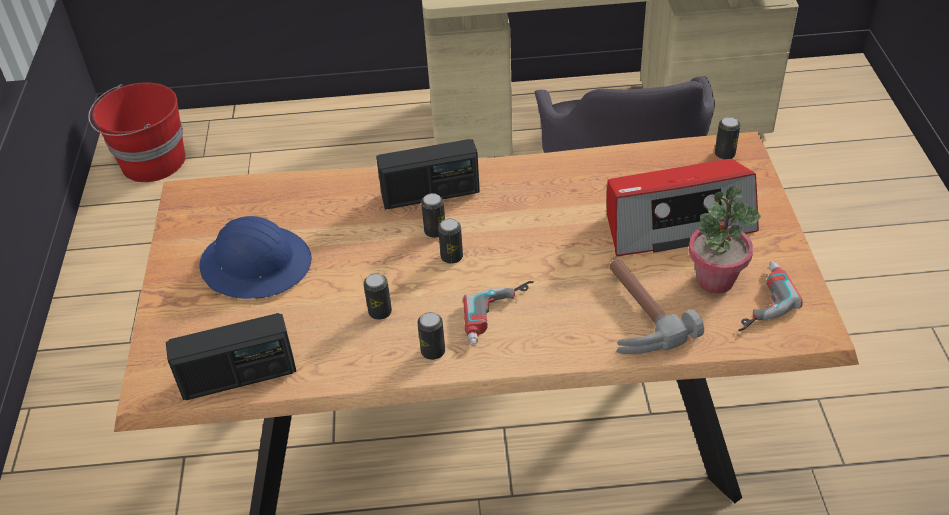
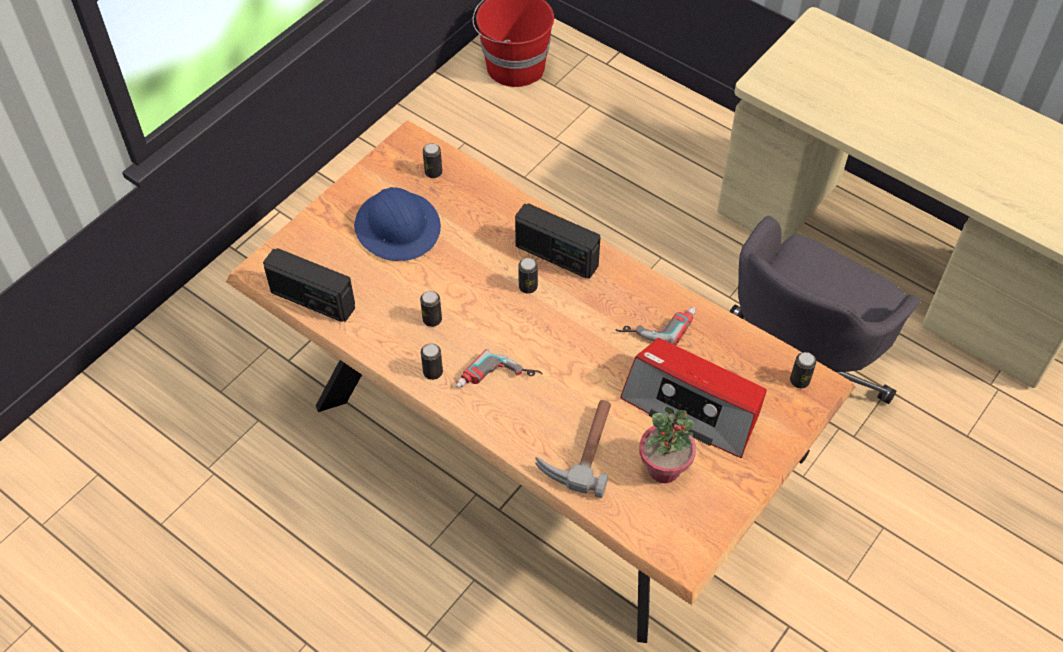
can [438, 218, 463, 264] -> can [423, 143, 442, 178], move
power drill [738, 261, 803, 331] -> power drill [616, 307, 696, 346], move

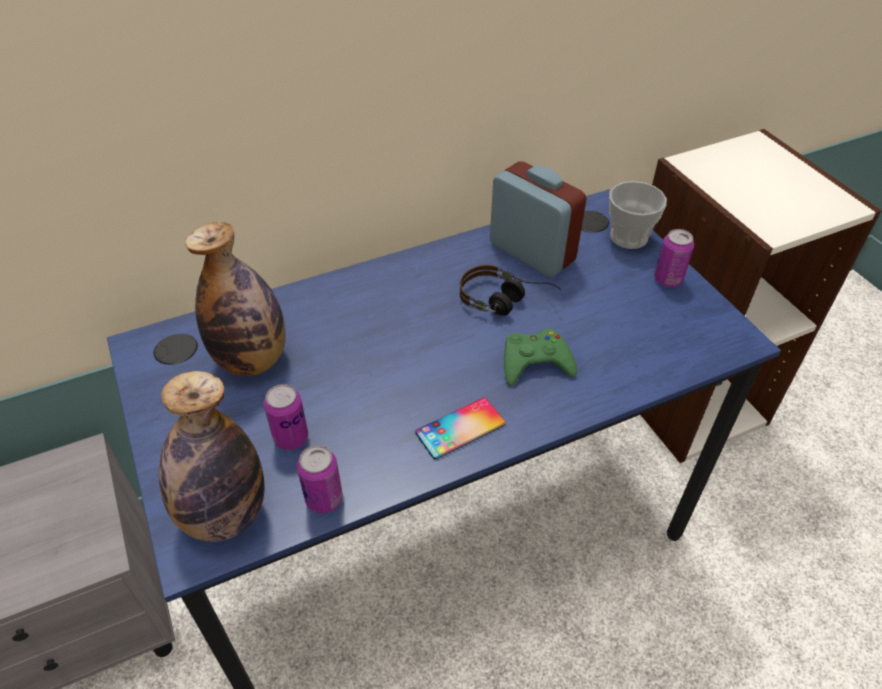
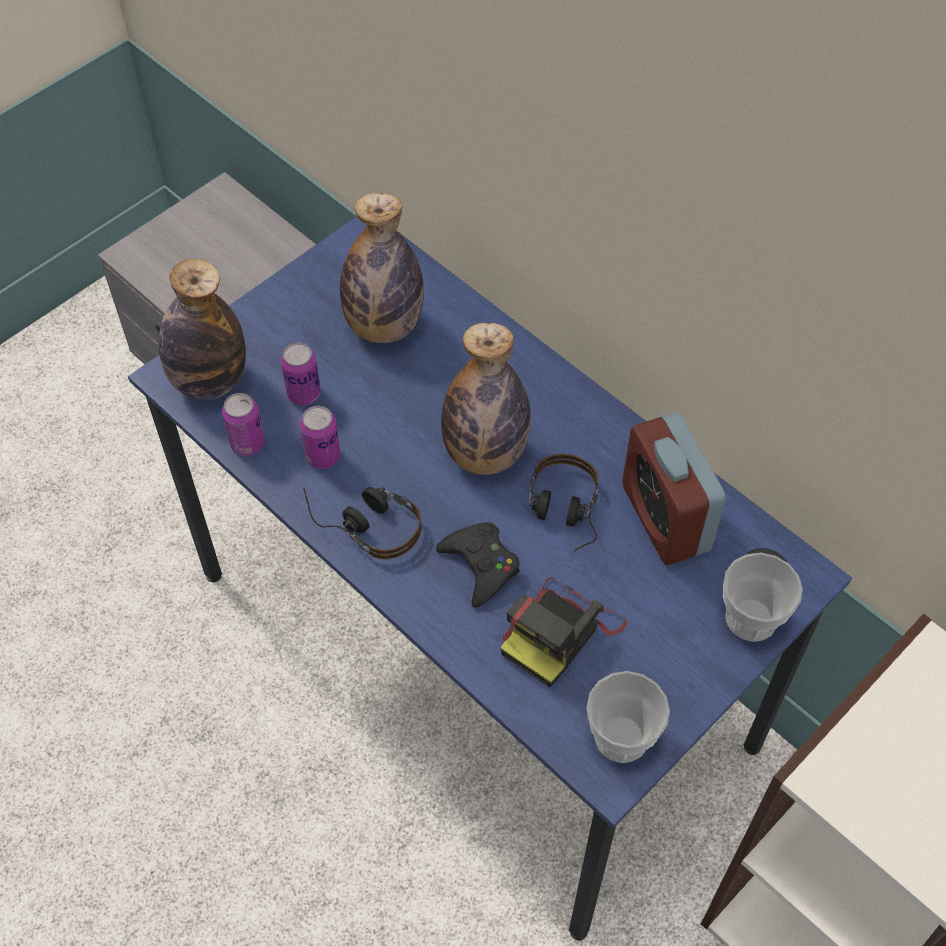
none -> bottle [441, 323, 531, 475]
none -> photo camera [500, 577, 627, 687]
none -> cup [586, 671, 670, 763]
can [654, 229, 694, 287] -> can [300, 406, 341, 469], move
phone [415, 398, 505, 459] -> headphones [303, 487, 421, 559]
green game controller [504, 329, 577, 386] -> black game controller [436, 522, 520, 608]
alarm clock [490, 162, 586, 277] -> alarm clock [622, 412, 726, 565], 135 degrees clockwise

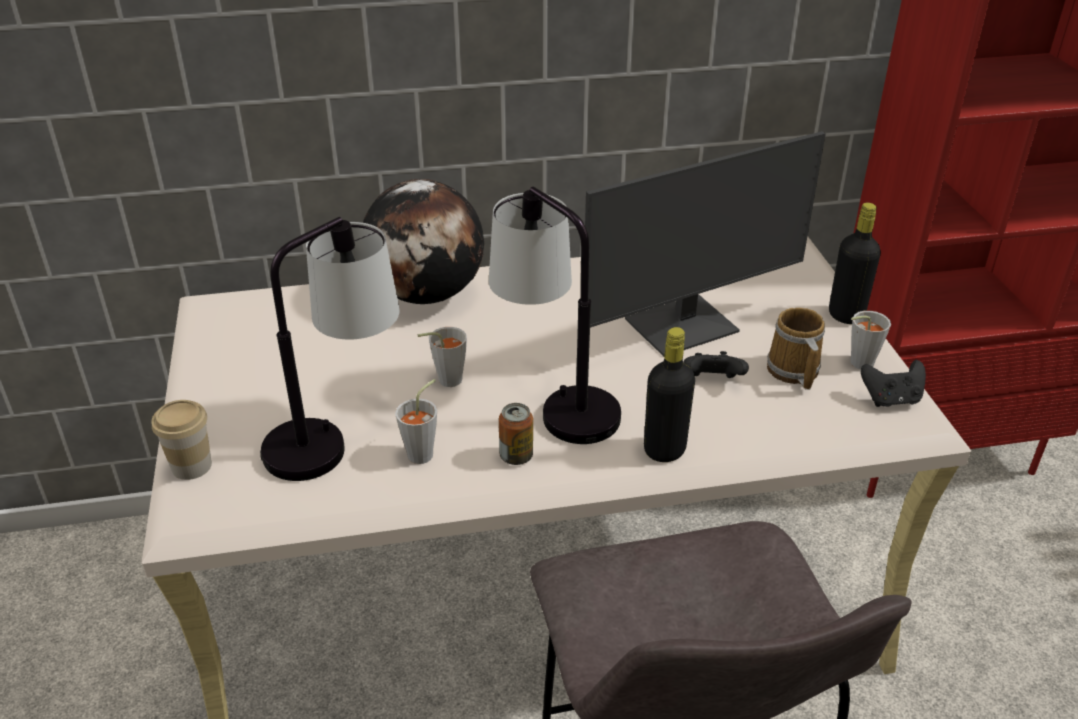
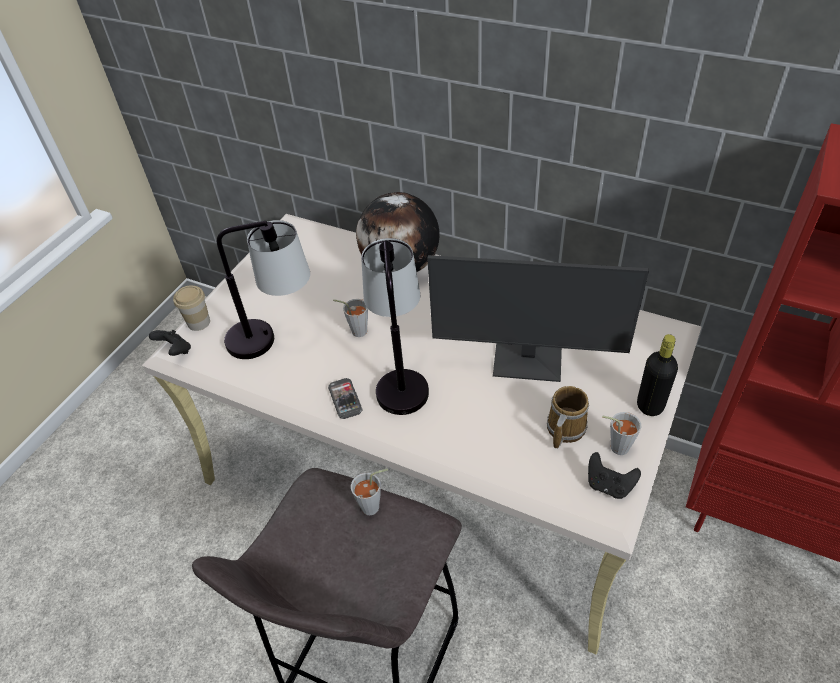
black bottle [644, 327, 695, 462] -> none
grey cup [395, 379, 437, 464] -> grey cup [351, 469, 388, 515], move
black game controller [684, 351, 749, 378] -> black game controller [149, 330, 191, 356], move
can [499, 403, 533, 465] -> phone [328, 378, 362, 419]

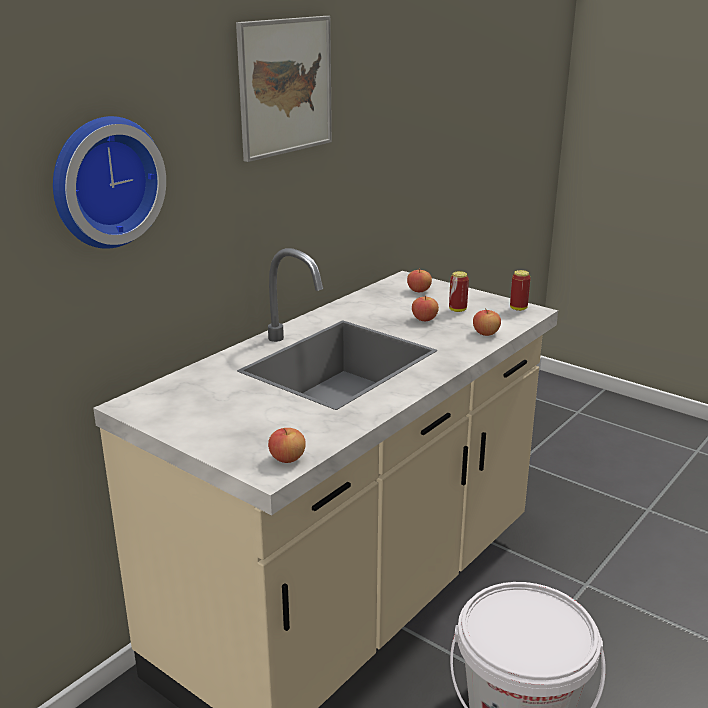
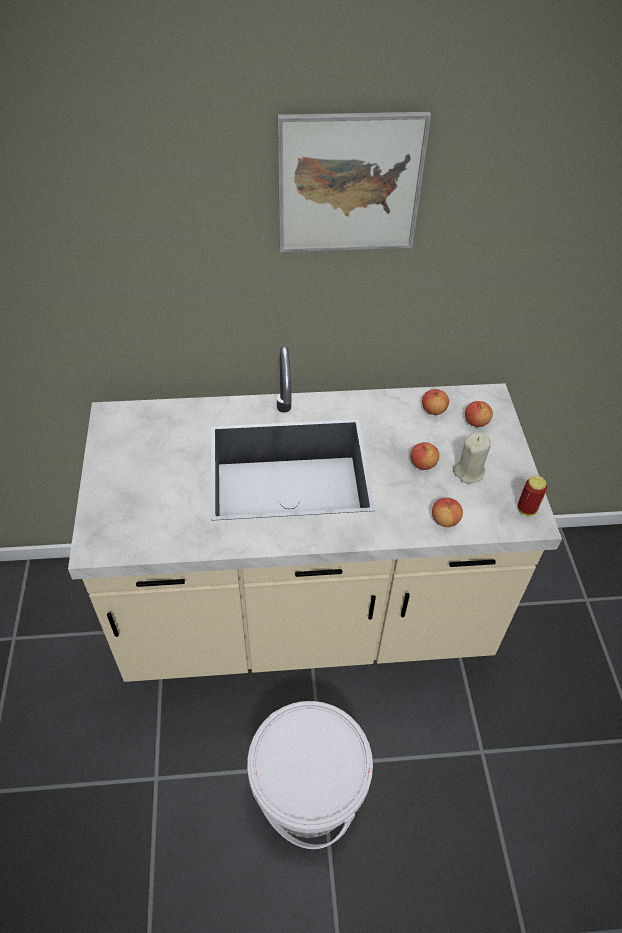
wall clock [53, 116, 166, 249] -> none
apple [268, 428, 306, 463] -> apple [422, 389, 449, 415], move
can [449, 271, 469, 312] -> beige candle [453, 432, 491, 483]

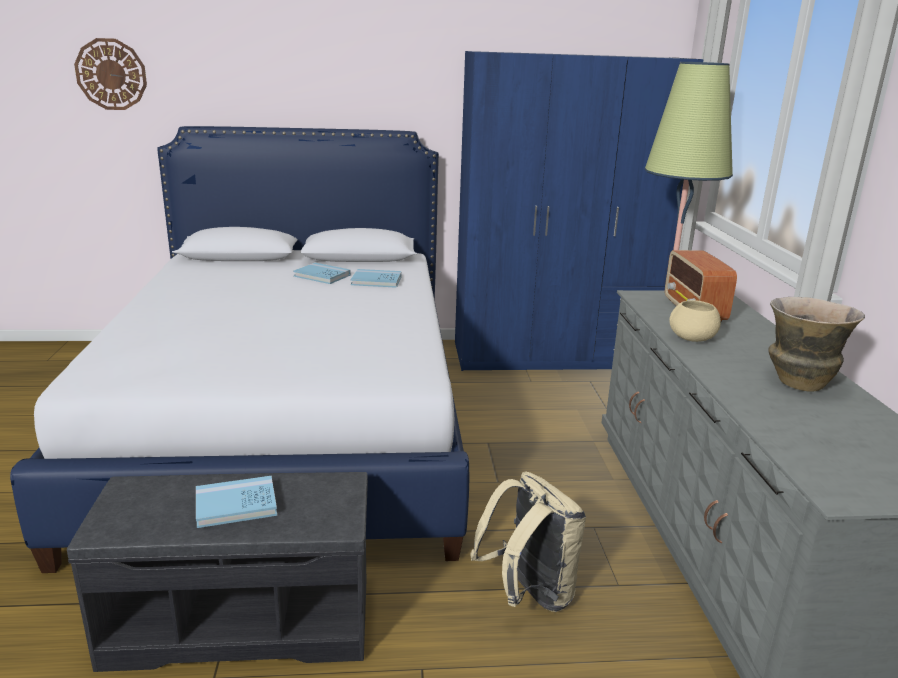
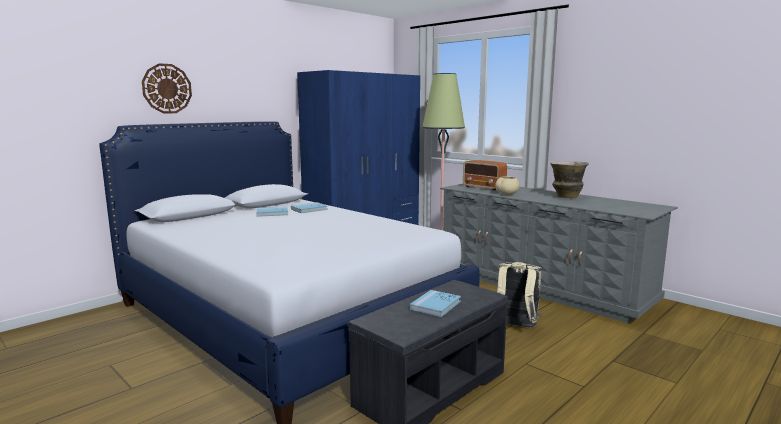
wall clock [74, 38, 147, 110] -> wall clock [142, 63, 192, 113], move

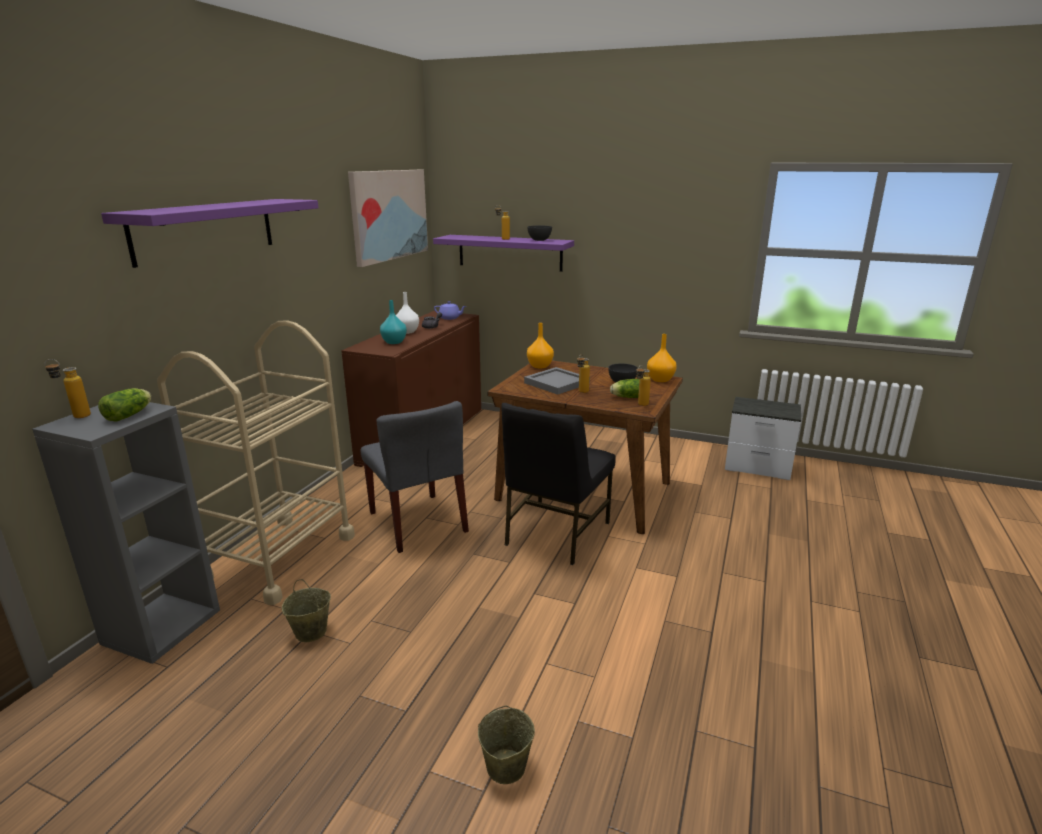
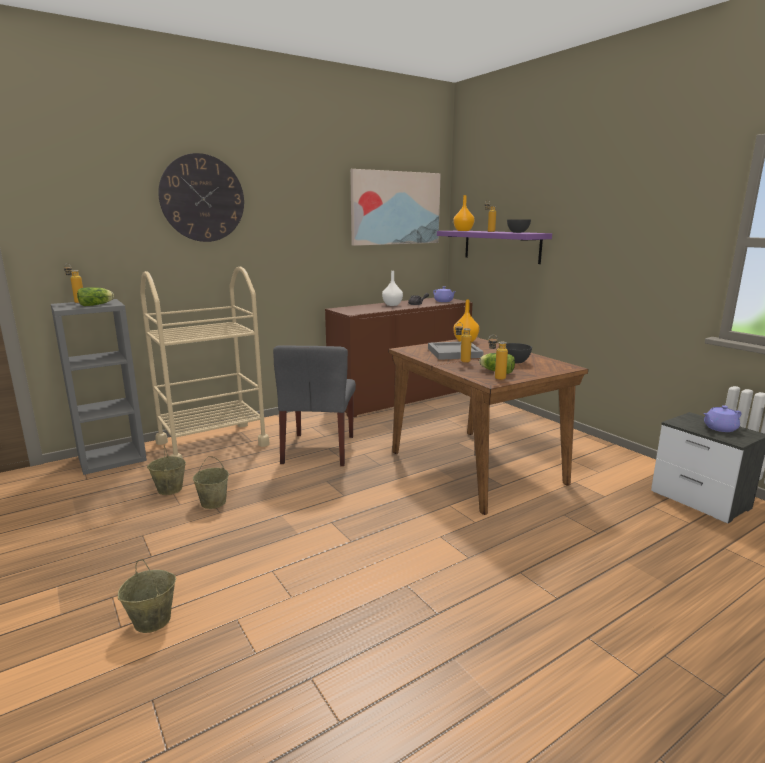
turquoise vase [380, 300, 407, 344] -> none
black chair [501, 403, 616, 565] -> none
none -> beige bucket [193, 456, 229, 509]
none -> purple teapot [703, 405, 742, 432]
orange vase [647, 334, 677, 382] -> orange vase [453, 195, 475, 231], move
purple shelf [101, 199, 318, 268] -> wall clock [158, 153, 244, 242]

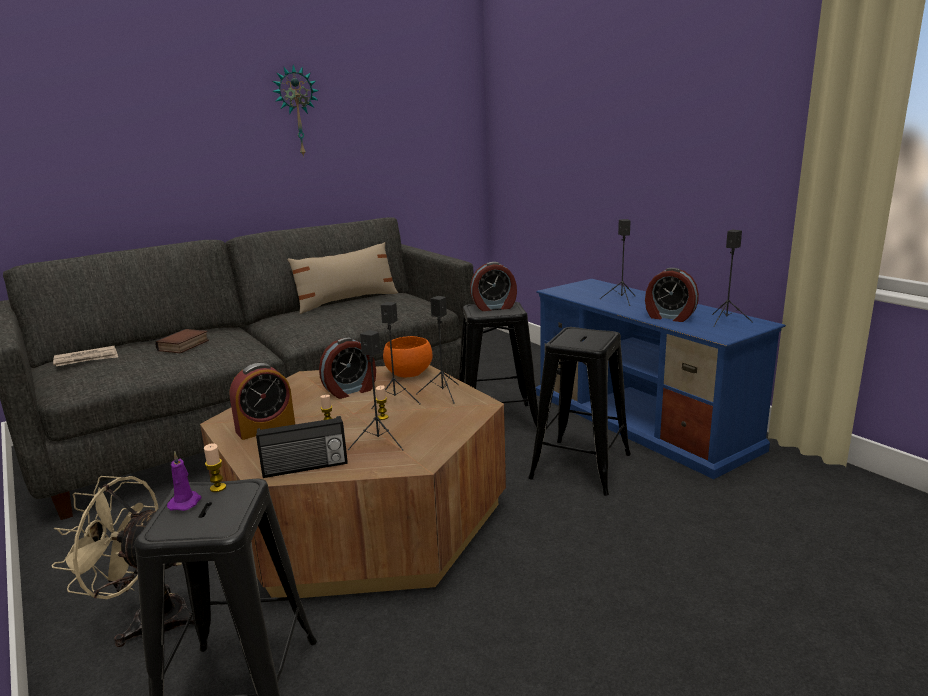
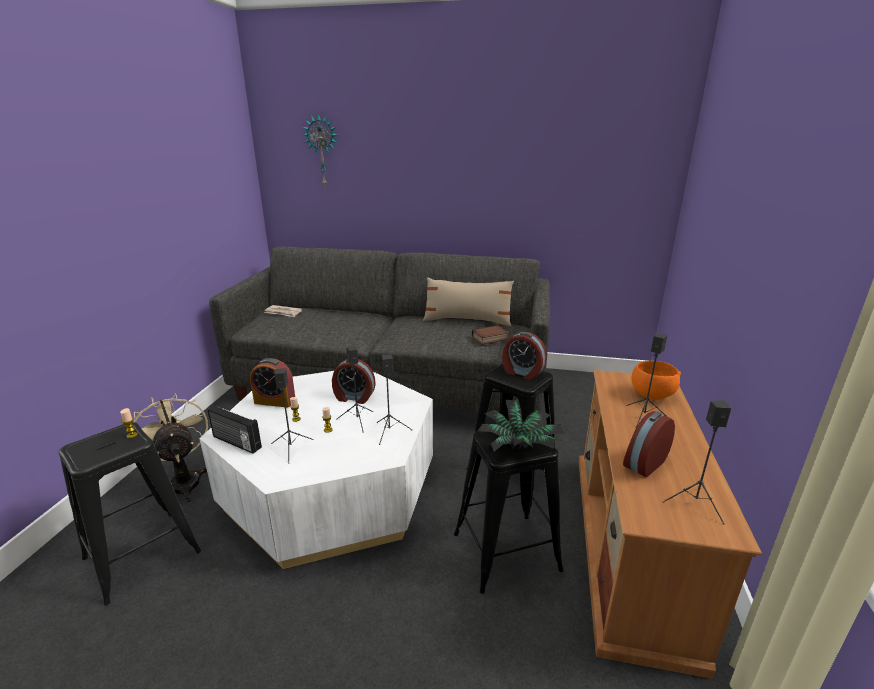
purple candle [167, 451, 201, 511] -> none
none -> potted plant [477, 399, 566, 452]
book [155, 329, 209, 354] -> book [472, 325, 509, 345], move
wall clock [272, 65, 319, 157] -> wall clock [303, 114, 337, 186], move
orange bowl [383, 336, 433, 377] -> orange bowl [632, 361, 681, 400], move
brown coffee table [200, 365, 506, 598] -> white coffee table [199, 371, 433, 569]
blue tv stand [536, 279, 786, 479] -> brown tv stand [579, 370, 763, 679]
alarm clock [645, 268, 699, 322] -> alarm clock [623, 411, 675, 477], 60 degrees clockwise

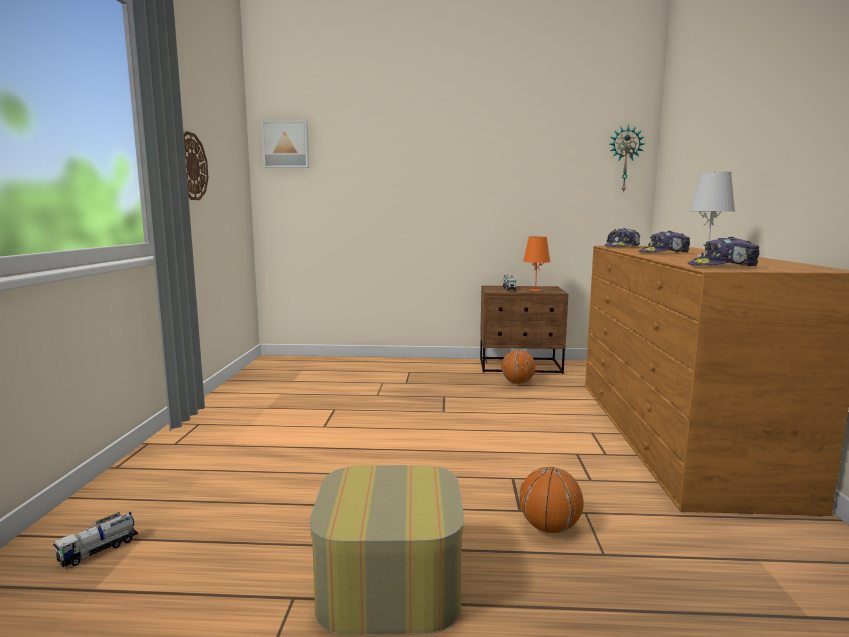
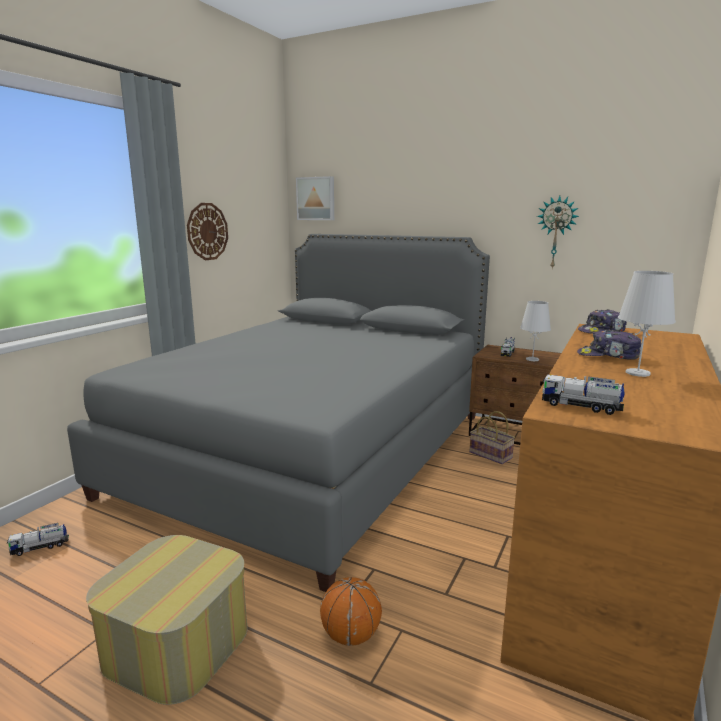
none -> grey bed [67, 234, 490, 592]
wall clock [610, 125, 645, 193] -> wall clock [537, 196, 579, 269], move
basketball [502, 350, 535, 384] -> basket [469, 411, 515, 464]
cap [687, 237, 760, 266] -> toy truck [542, 374, 625, 415]
orange table lamp [523, 237, 550, 292] -> white table lamp [520, 301, 551, 361]

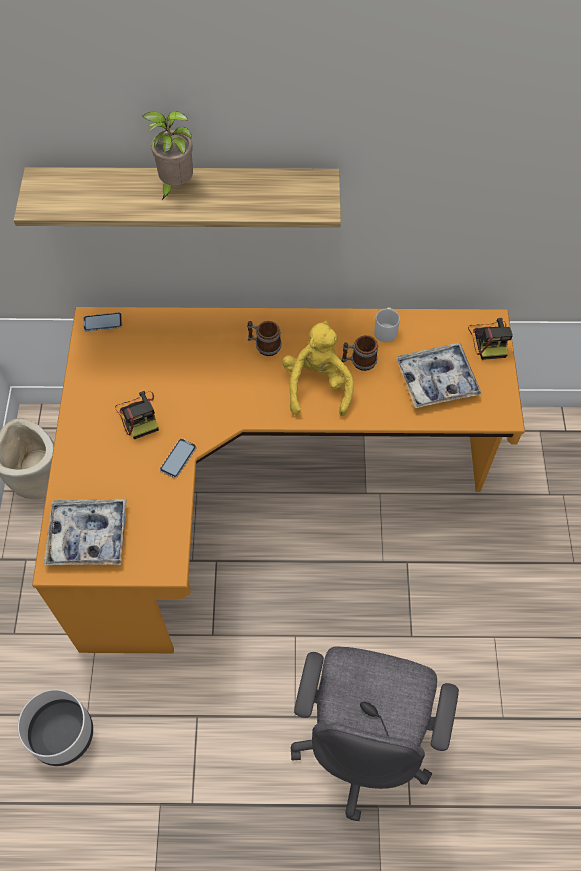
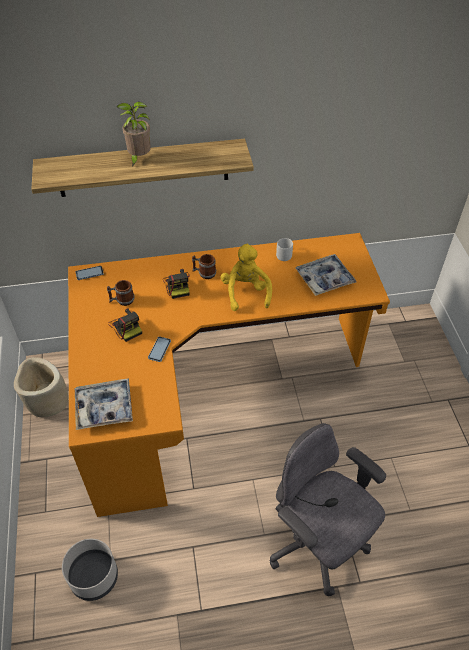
mug [341, 335, 378, 371] -> mug [107, 280, 135, 306], move
photo camera [468, 318, 513, 360] -> photo camera [163, 269, 190, 299], move
grey office chair [291, 647, 459, 821] -> grey office chair [270, 423, 386, 596], 135 degrees clockwise

